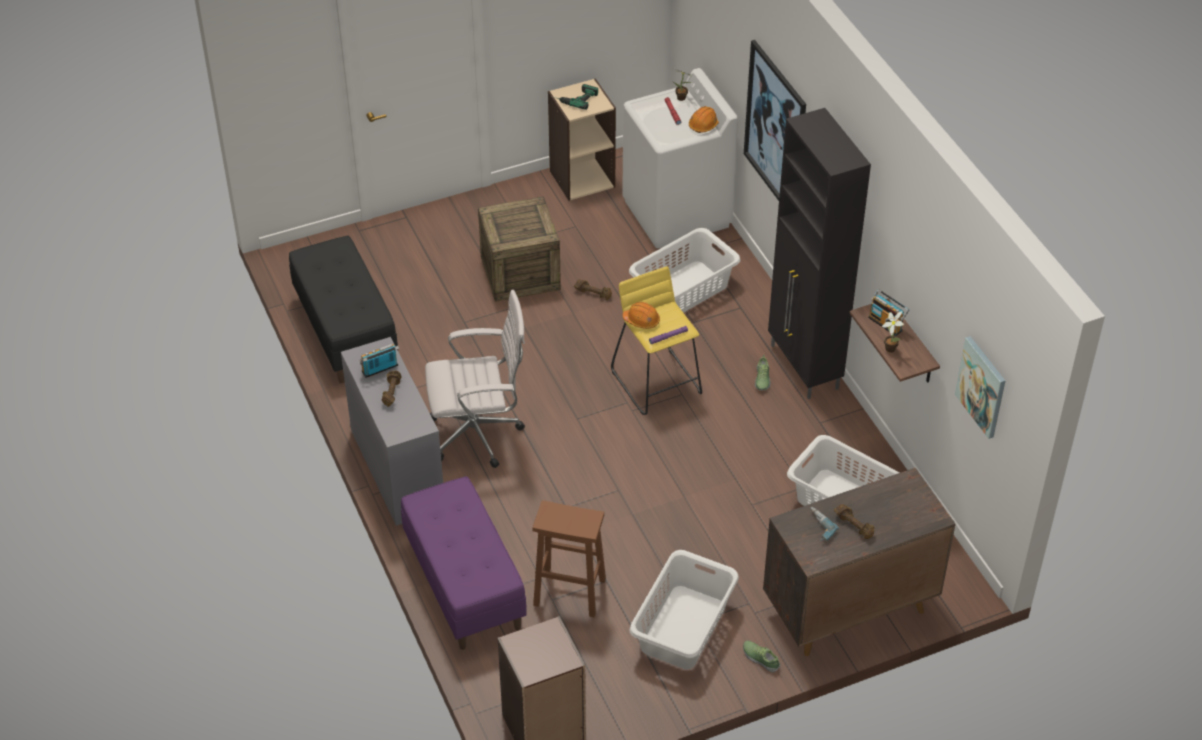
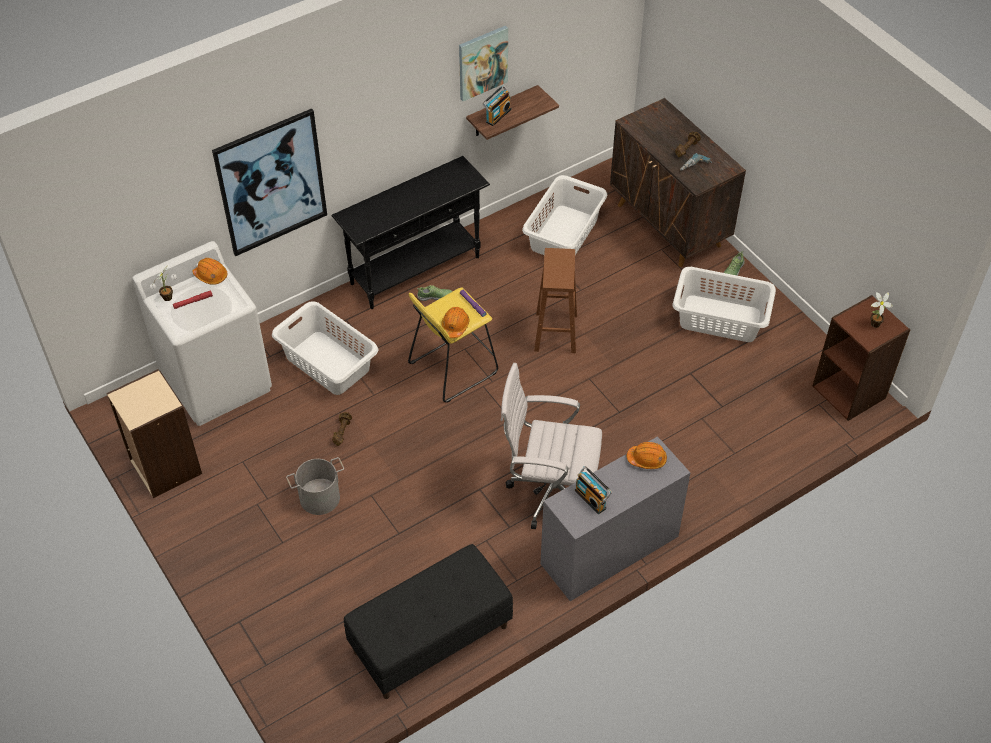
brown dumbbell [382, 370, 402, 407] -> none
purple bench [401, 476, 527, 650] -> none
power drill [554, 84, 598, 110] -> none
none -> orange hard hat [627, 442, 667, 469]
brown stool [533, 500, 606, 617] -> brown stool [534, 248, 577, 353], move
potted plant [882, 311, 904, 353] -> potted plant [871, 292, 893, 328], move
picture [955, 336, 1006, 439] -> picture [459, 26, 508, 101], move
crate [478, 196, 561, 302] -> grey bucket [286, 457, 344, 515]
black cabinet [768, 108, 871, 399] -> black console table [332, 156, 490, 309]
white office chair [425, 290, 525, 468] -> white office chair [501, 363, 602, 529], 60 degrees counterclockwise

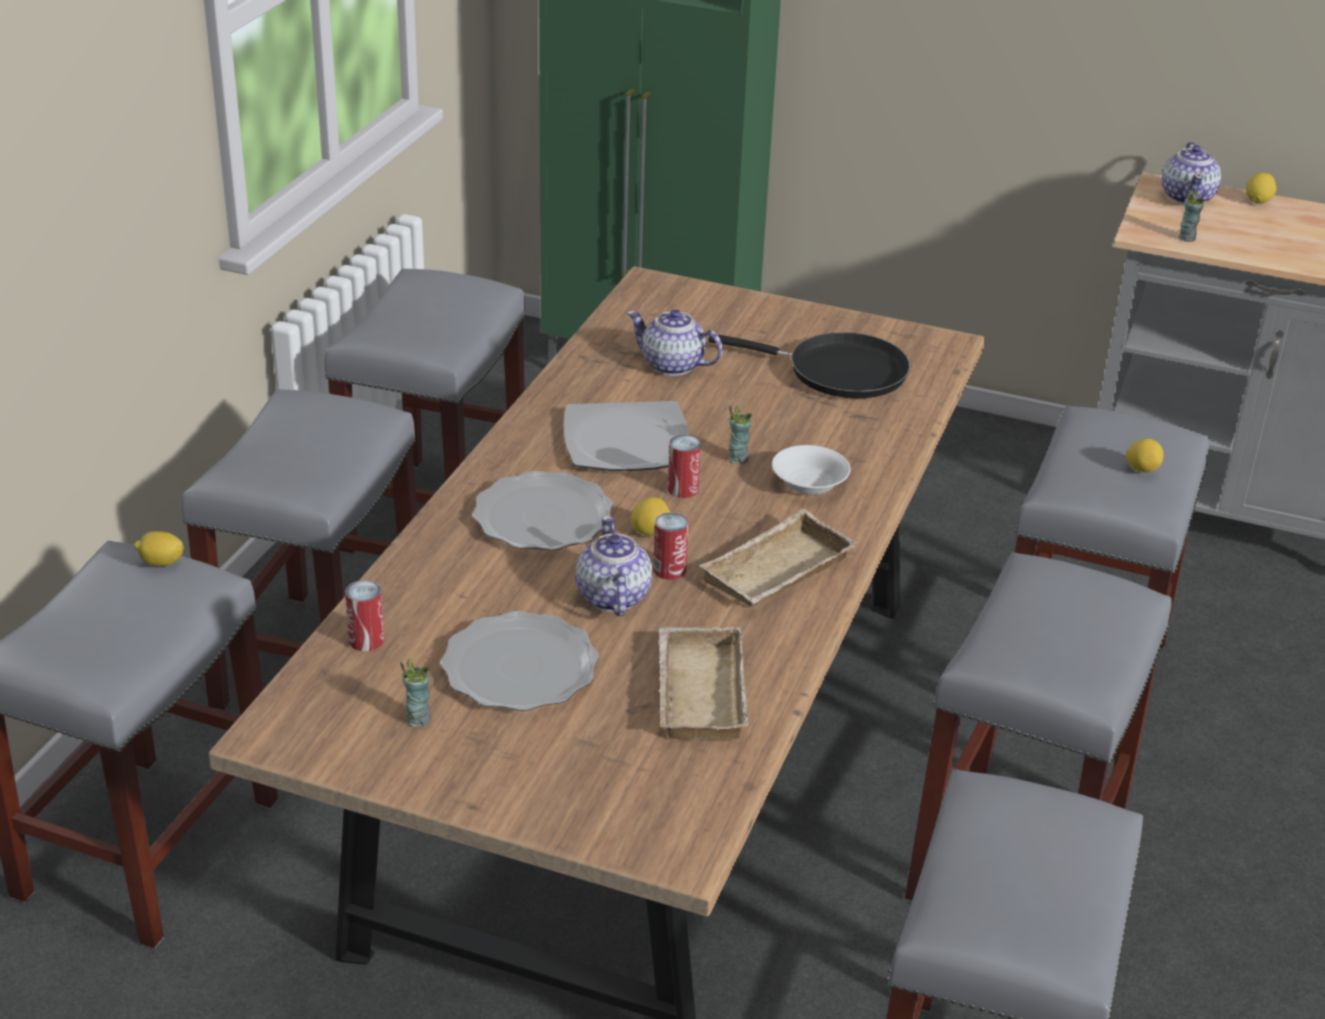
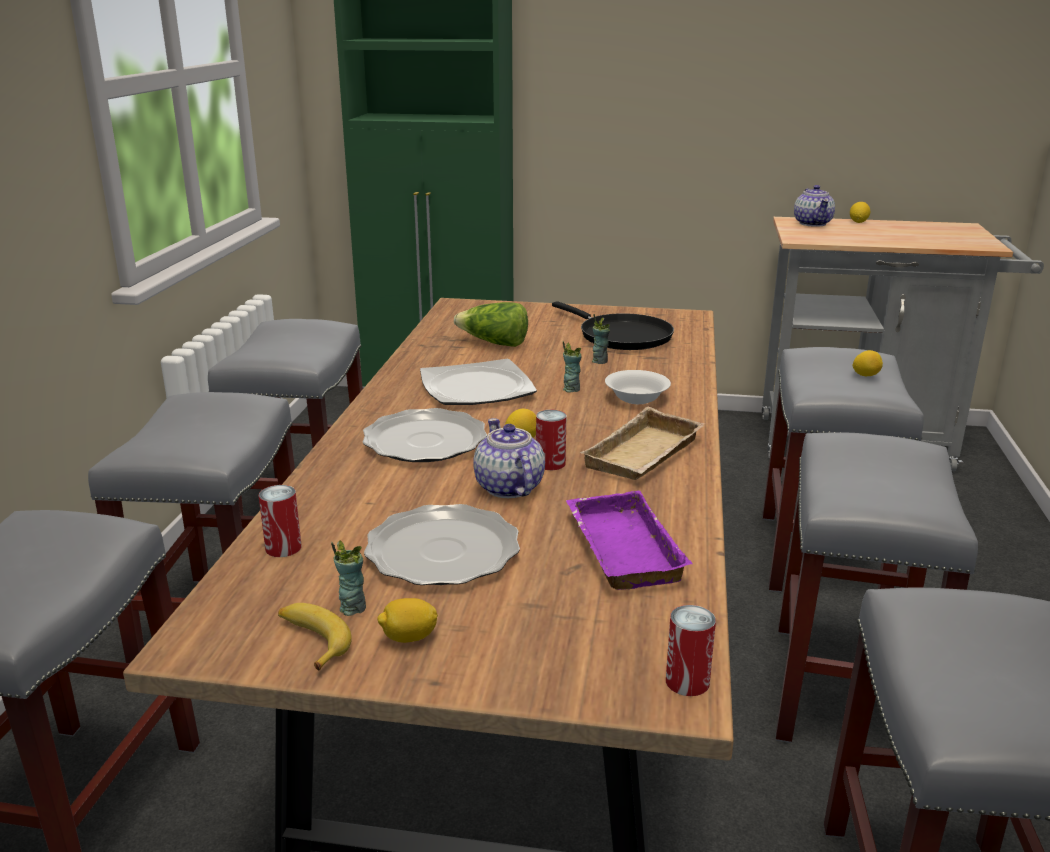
none -> banana [278, 603, 352, 671]
lemon [134, 531, 184, 566] -> lemon [377, 598, 438, 643], move
can [668, 435, 701, 498] -> can [666, 605, 716, 696], move
cup [1177, 185, 1205, 242] -> cup [592, 314, 610, 364], move
teapot [627, 309, 723, 376] -> lettuce [454, 302, 528, 347]
beige tray [658, 627, 749, 740] -> purple tray [566, 491, 692, 590]
black frying pan [708, 332, 910, 398] -> black frying pan [552, 301, 674, 350], 45 degrees clockwise

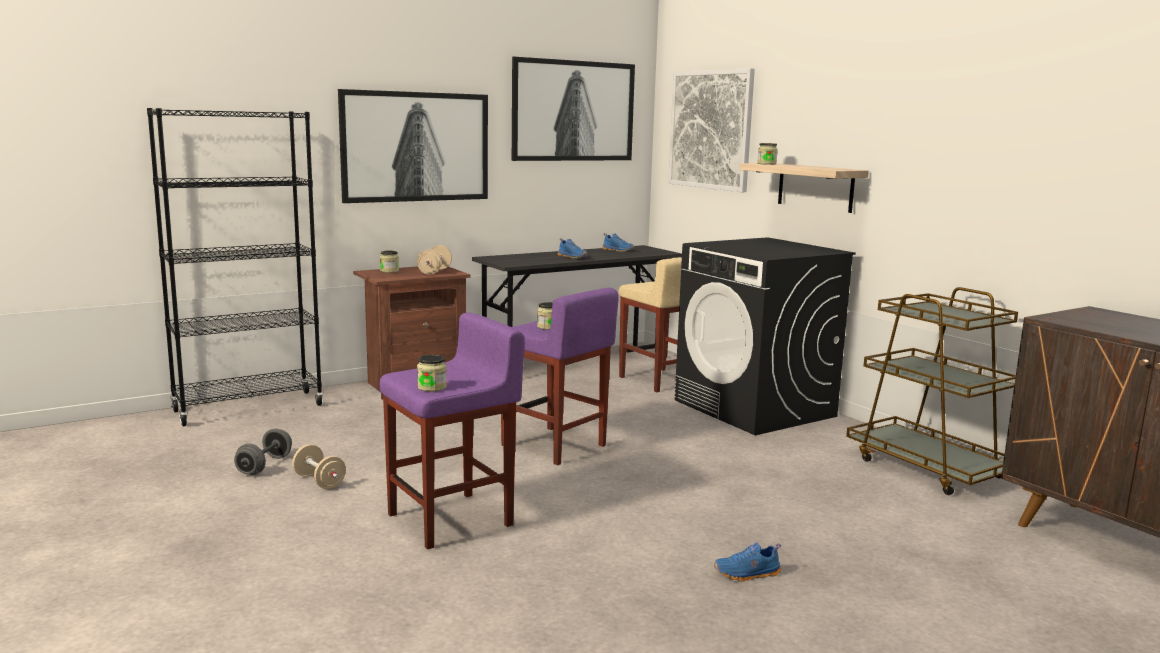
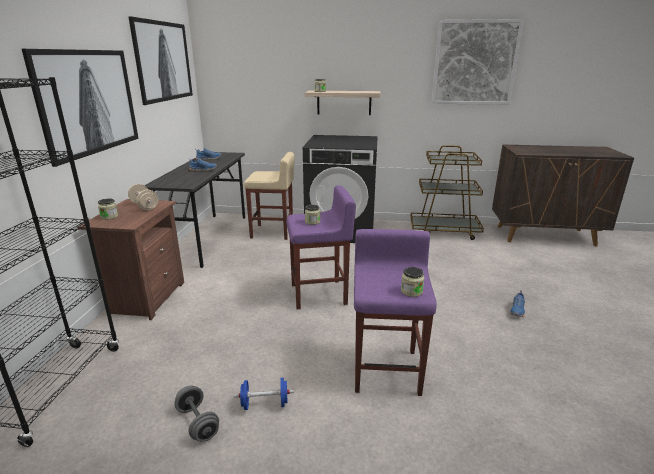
picture [668, 68, 755, 192] -> picture [432, 19, 524, 105], move
beige dumbbell [292, 444, 346, 489] -> blue dumbbell [234, 378, 294, 410]

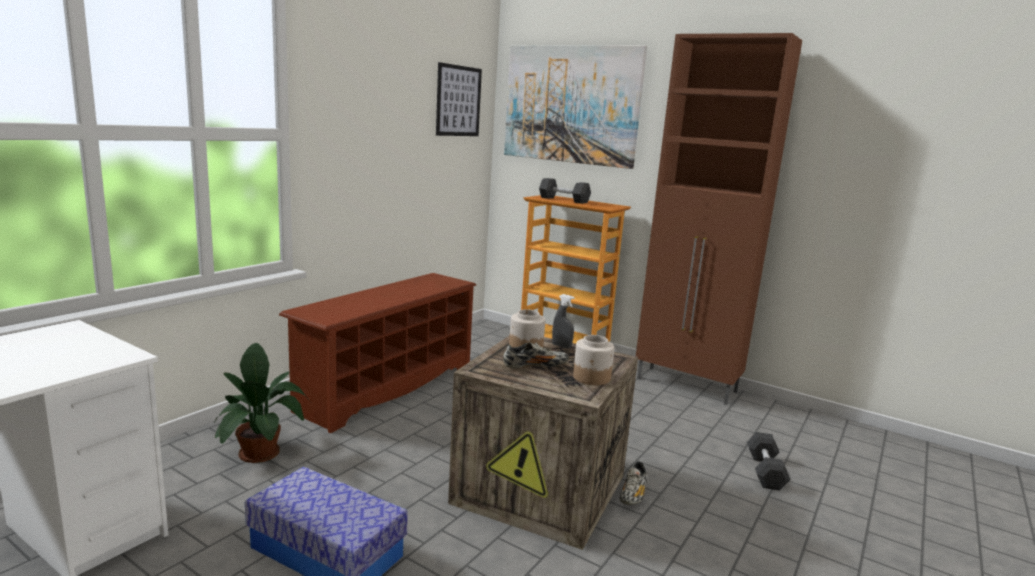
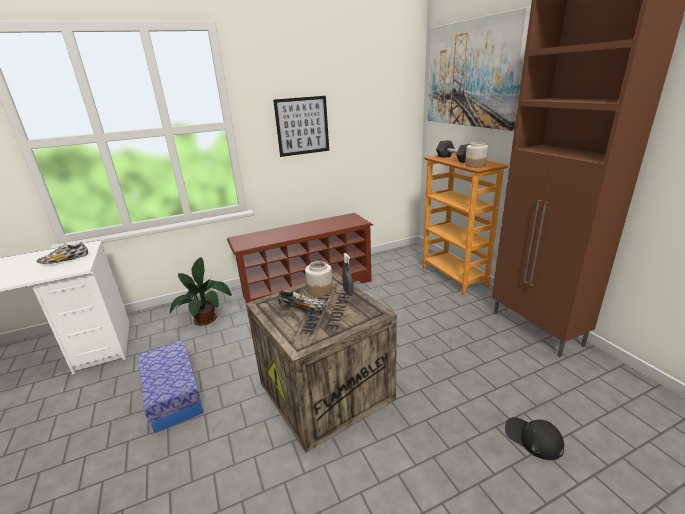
picture [436, 62, 482, 136] -> picture [273, 96, 329, 157], move
jar [573, 335, 614, 385] -> jar [465, 142, 488, 168], move
shoe [620, 462, 648, 505] -> shoe [37, 242, 88, 264], move
grey dumbbell [747, 432, 791, 491] -> black cap [505, 417, 565, 460]

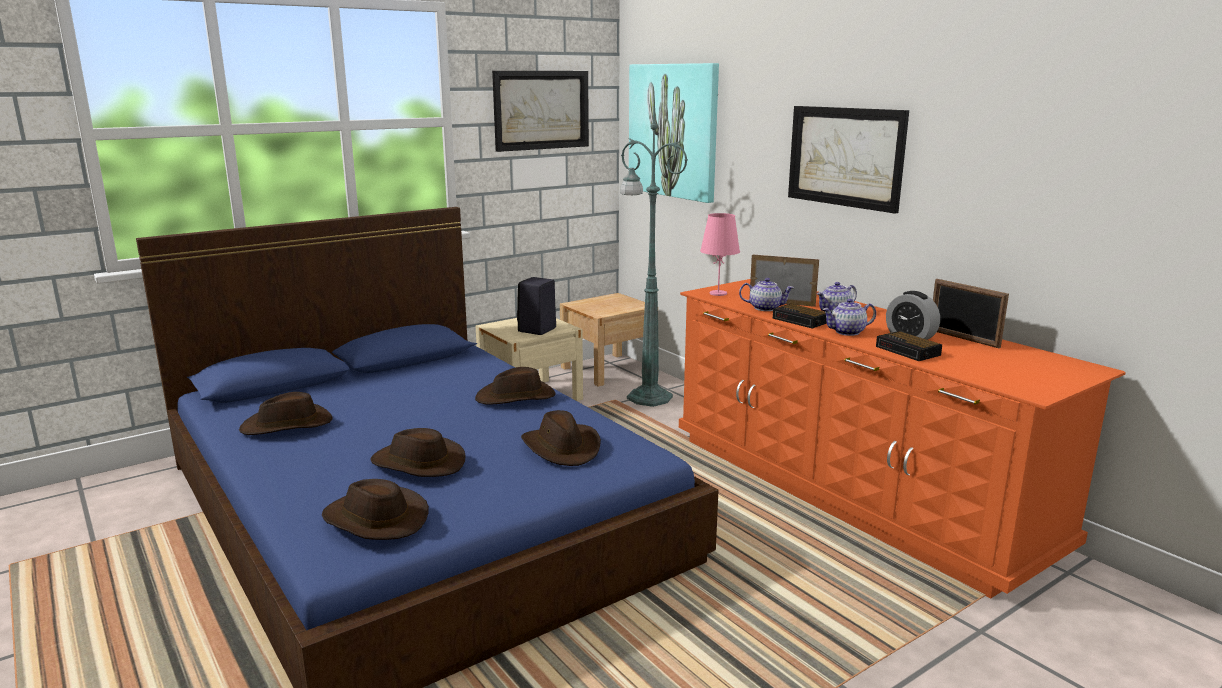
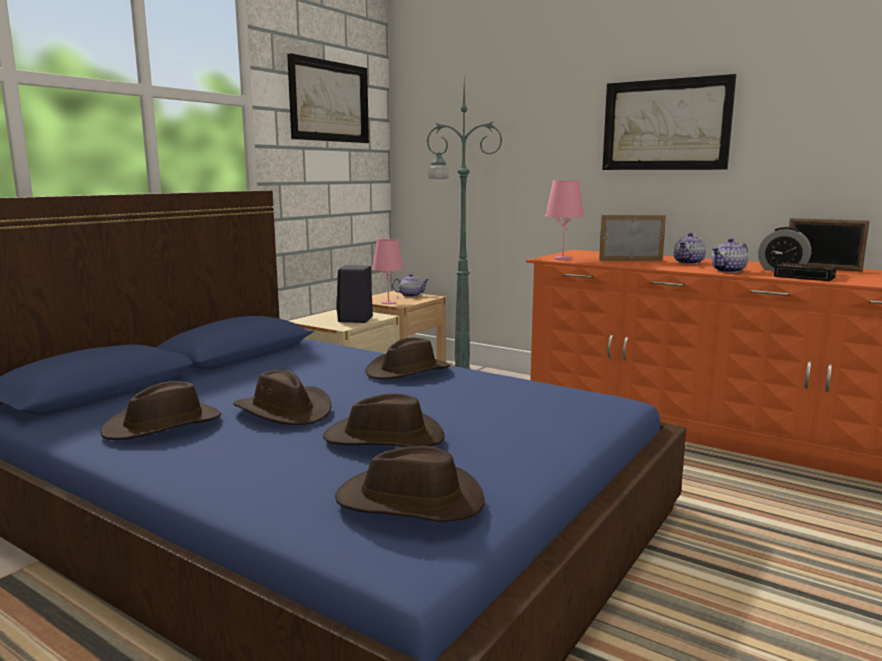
picture [629, 63, 719, 203] -> none
alarm clock [773, 304, 827, 329] -> none
none -> pink table lamp [372, 239, 404, 304]
brown hat [521, 410, 601, 466] -> brown hat [233, 370, 332, 425], move
teapot [739, 278, 794, 311] -> teapot [392, 274, 429, 297], move

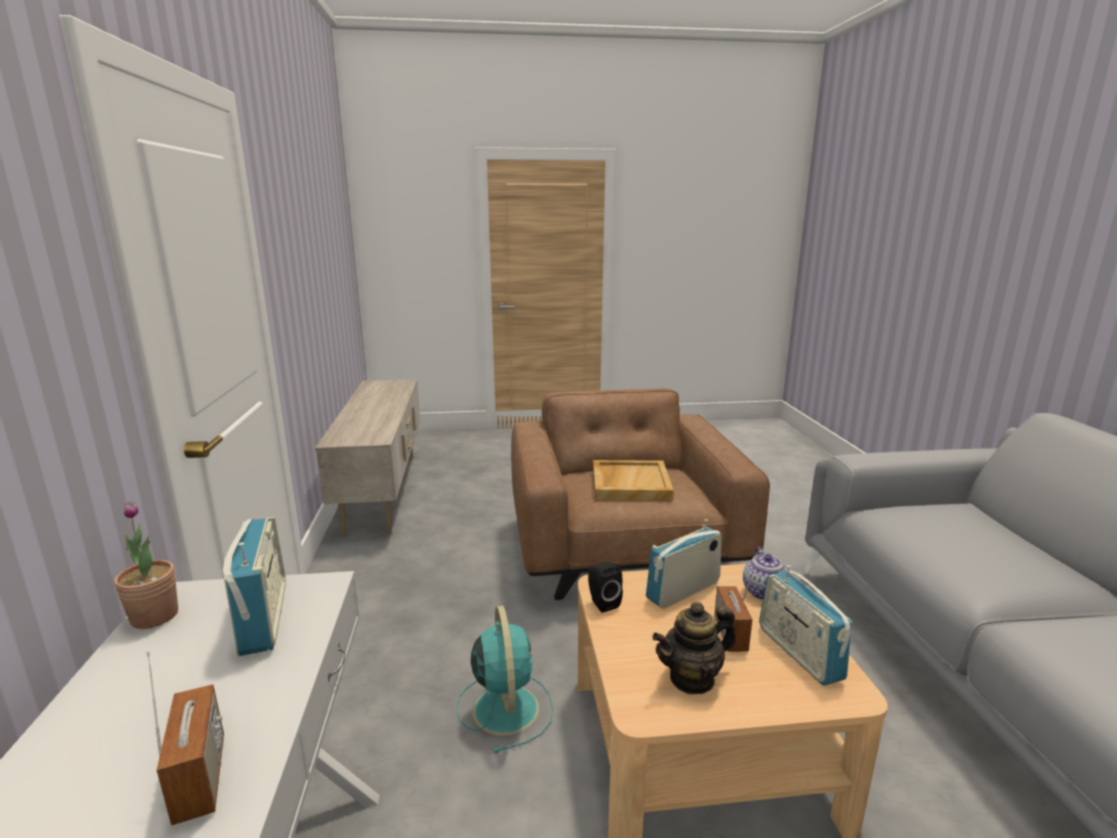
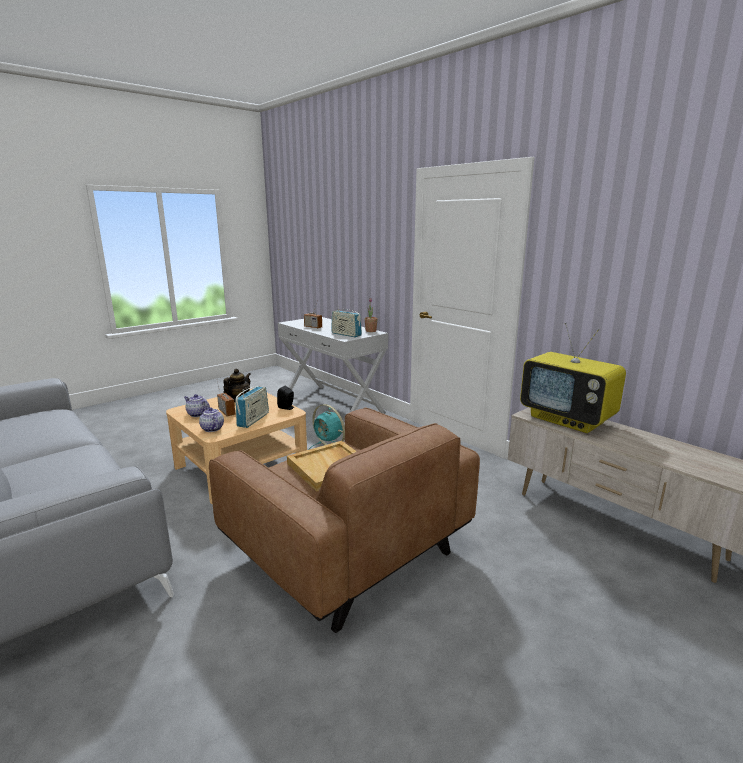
none -> television [520, 323, 626, 433]
radio [759, 565, 852, 686] -> teapot [184, 394, 210, 417]

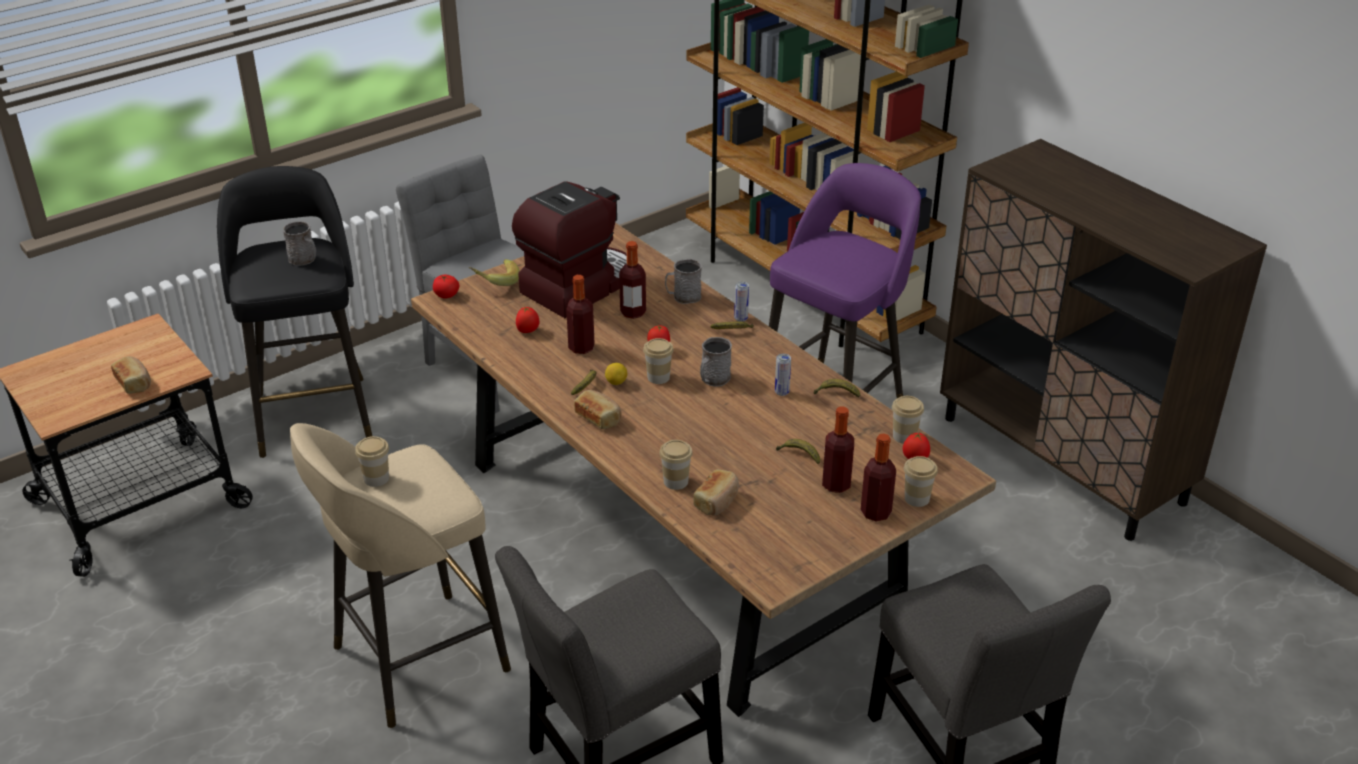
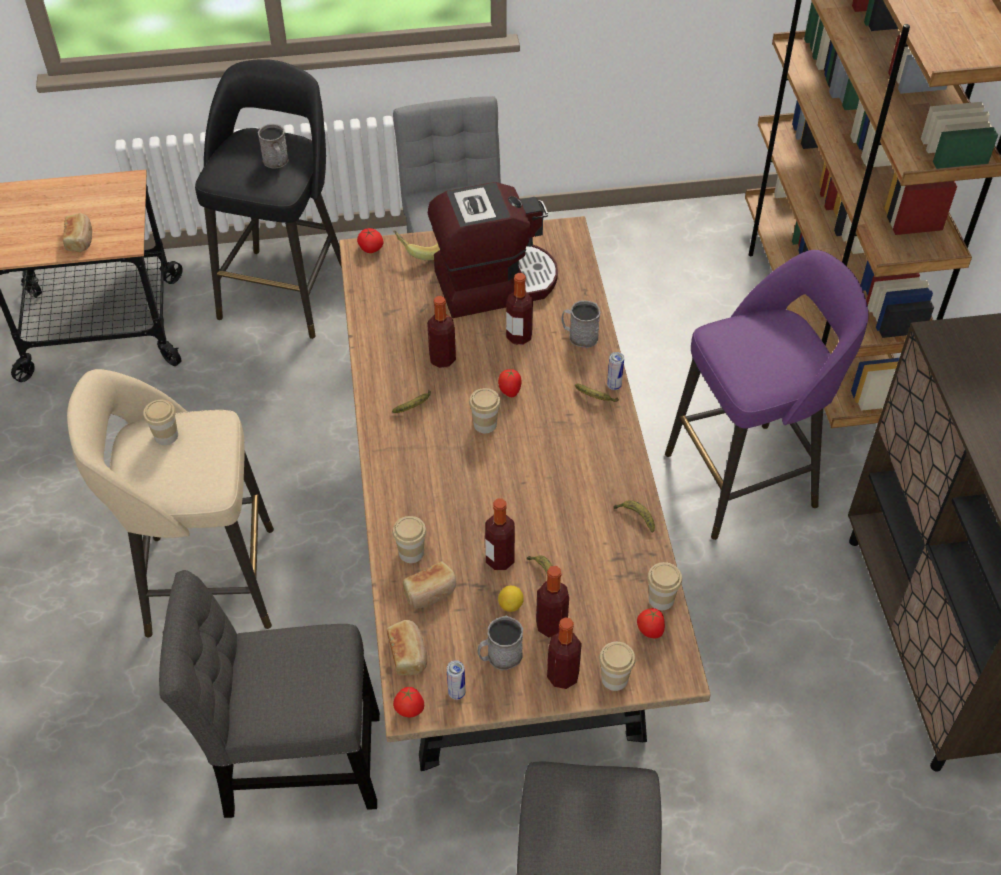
none -> bottle [485, 499, 515, 570]
tomato [516, 307, 540, 333] -> tomato [393, 687, 424, 717], move
bread [574, 390, 622, 429] -> bread [387, 620, 427, 675], move
lemon [605, 363, 627, 385] -> lemon [498, 586, 524, 612], move
grey mug [700, 337, 732, 387] -> grey mug [478, 616, 523, 670], move
can [775, 354, 791, 396] -> can [447, 660, 466, 700], move

